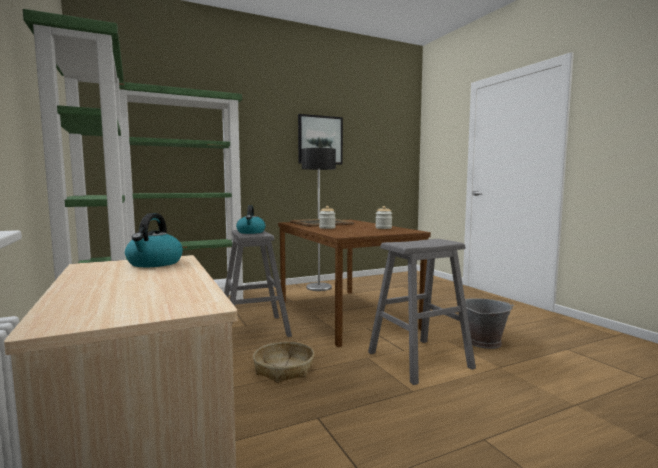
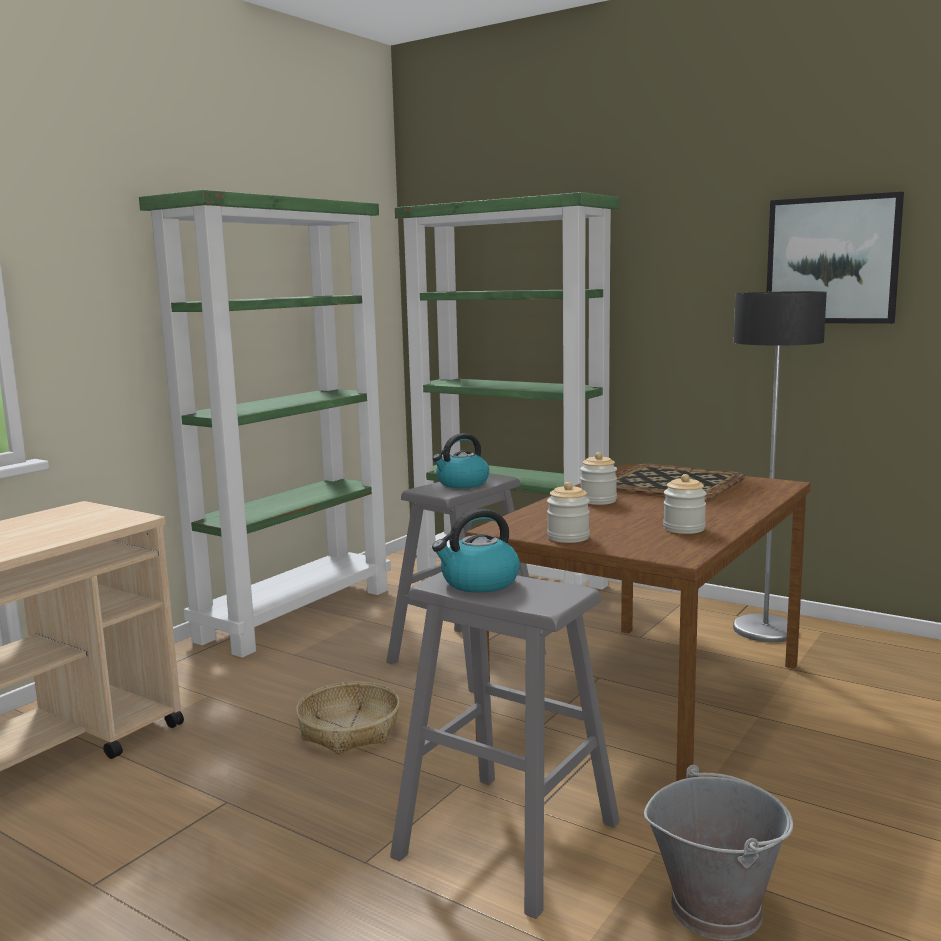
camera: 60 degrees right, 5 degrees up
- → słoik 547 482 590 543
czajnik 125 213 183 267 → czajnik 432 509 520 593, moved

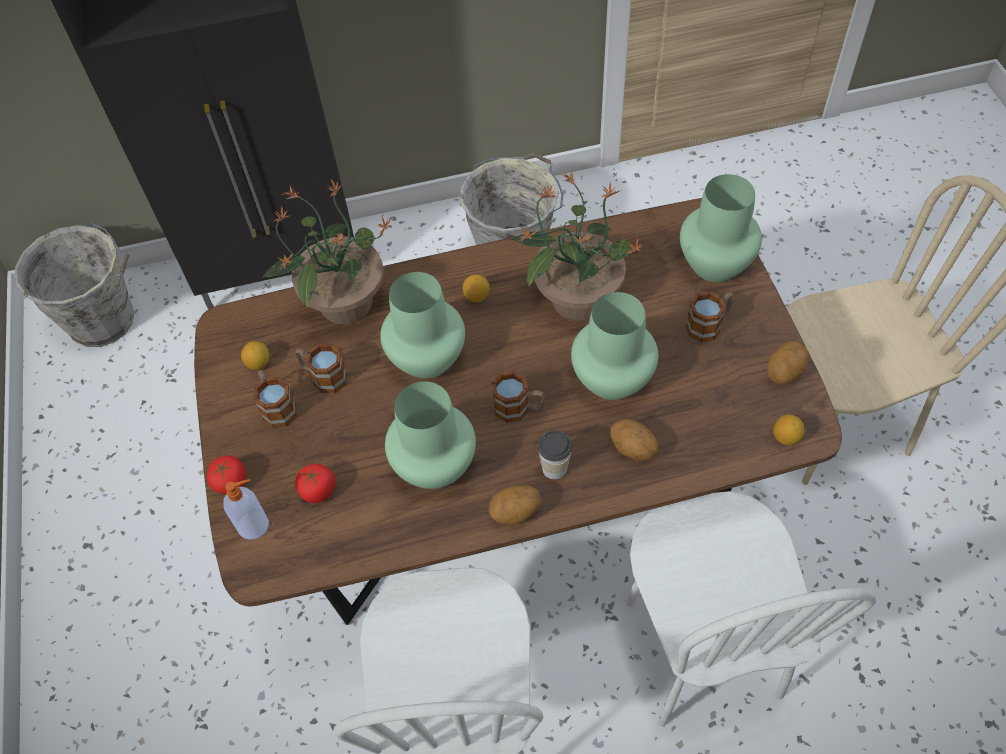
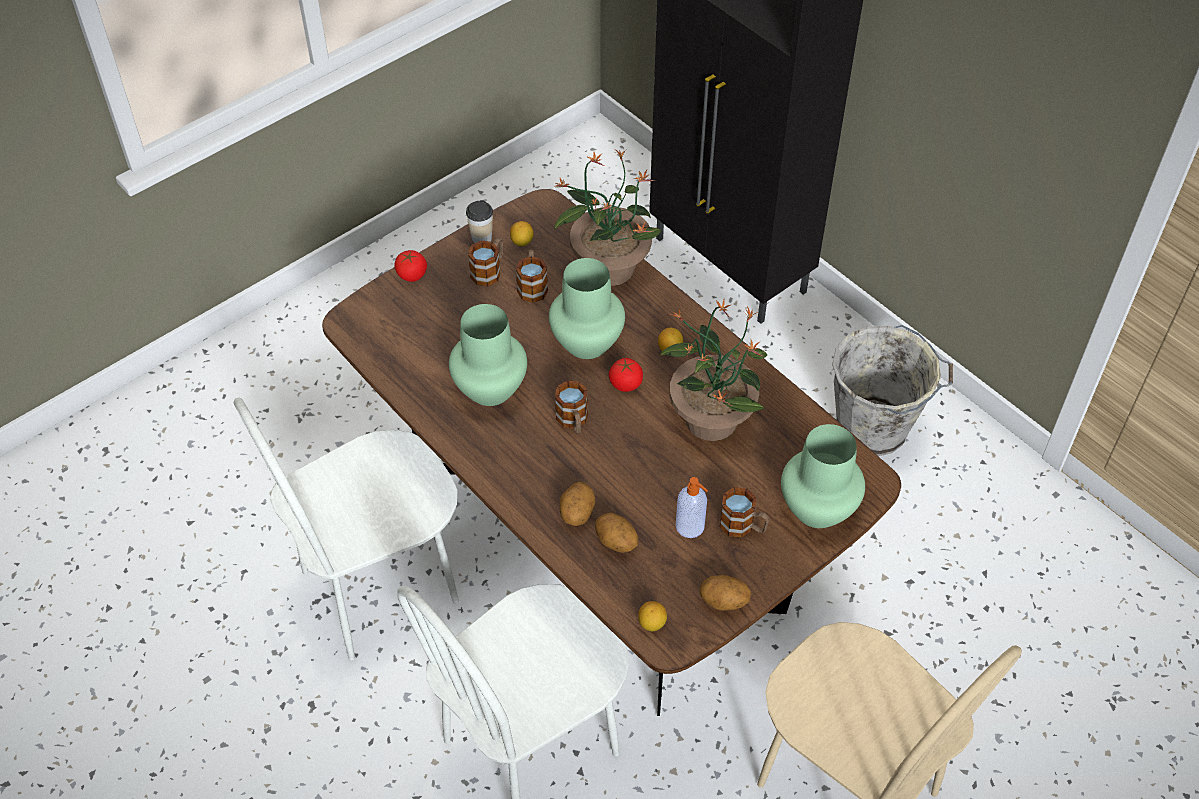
camera: 60 degrees right, 5 degrees down
wiadro (szary) 15 223 134 347 → -
wazon (zielony) 571 292 658 400 → -
dozownik mydła 223 479 269 540 → dozownik mydła 676 477 708 538, moved
pomidor 295 464 336 503 → pomidor 609 358 643 392, moved
ziemniak 488 485 542 525 → ziemniak 595 513 639 553, moved
filiżanka 538 430 572 480 → filiżanka 466 200 493 243, moved

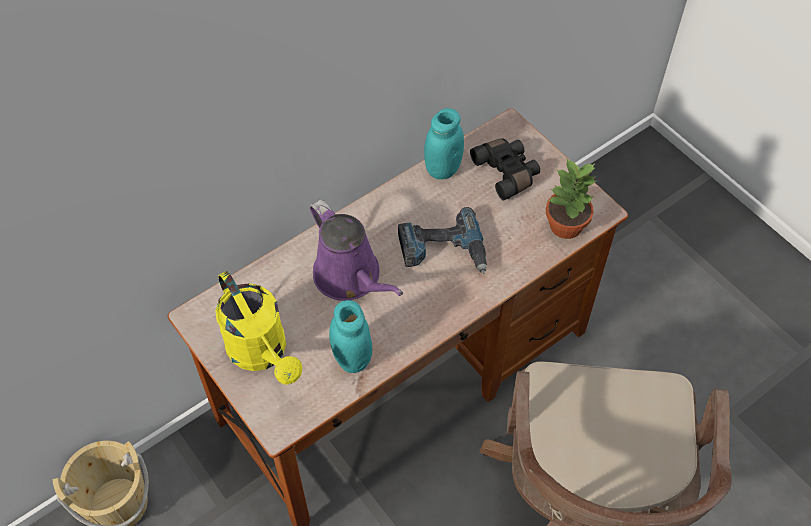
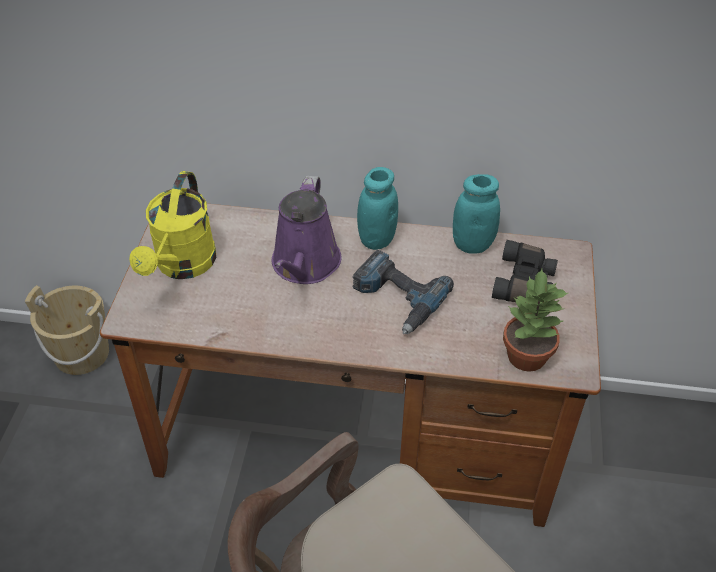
camera: 45 degrees right, 10 degrees down
słoik (turkusowy) 329 300 372 373 → słoik (turkusowy) 357 167 398 250, moved

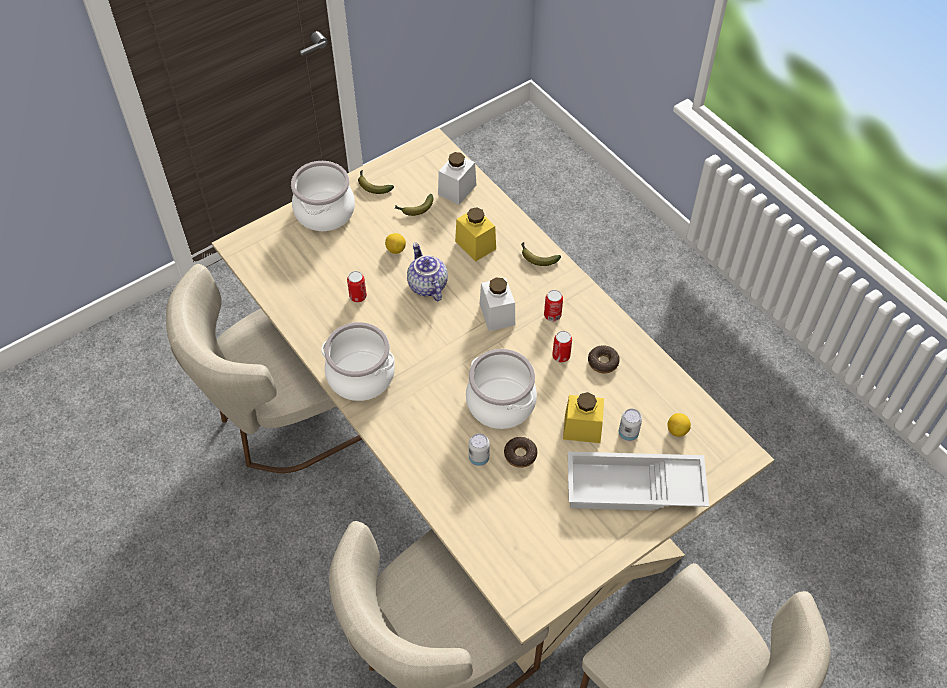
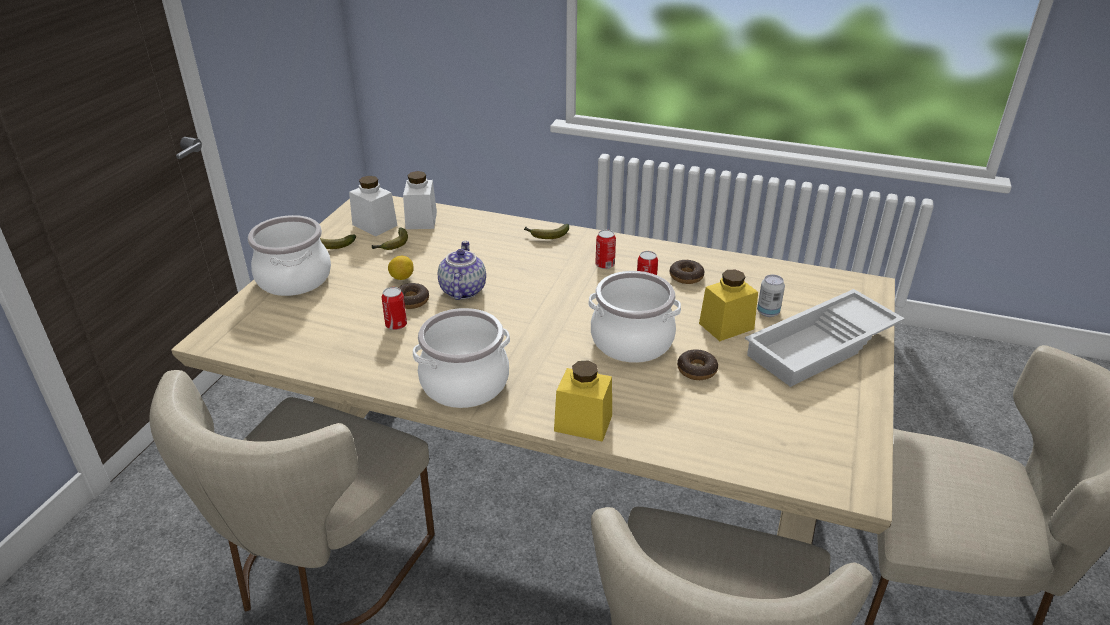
camera: 35 degrees left, 20 degrees down
puszka 469 433 490 466 → -
cytryna 668 413 691 437 → -
- → donut 398 283 429 309
słoik (żółty) 455 207 496 262 → słoik (żółty) 554 361 612 442, moved
słoik (biały) 480 277 515 331 → słoik (biały) 349 176 398 236, moved
imbryk 407 243 448 301 → imbryk 438 241 486 300, 60 degrees clockwise

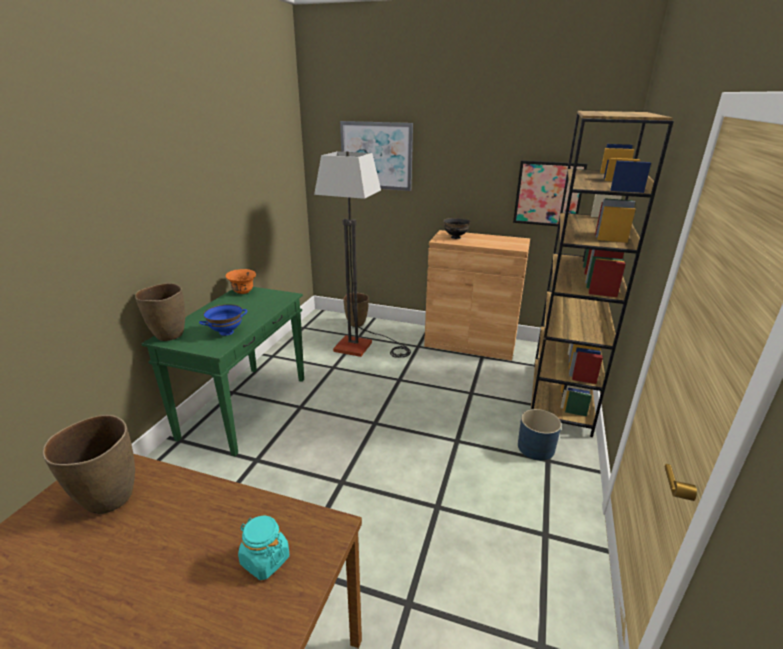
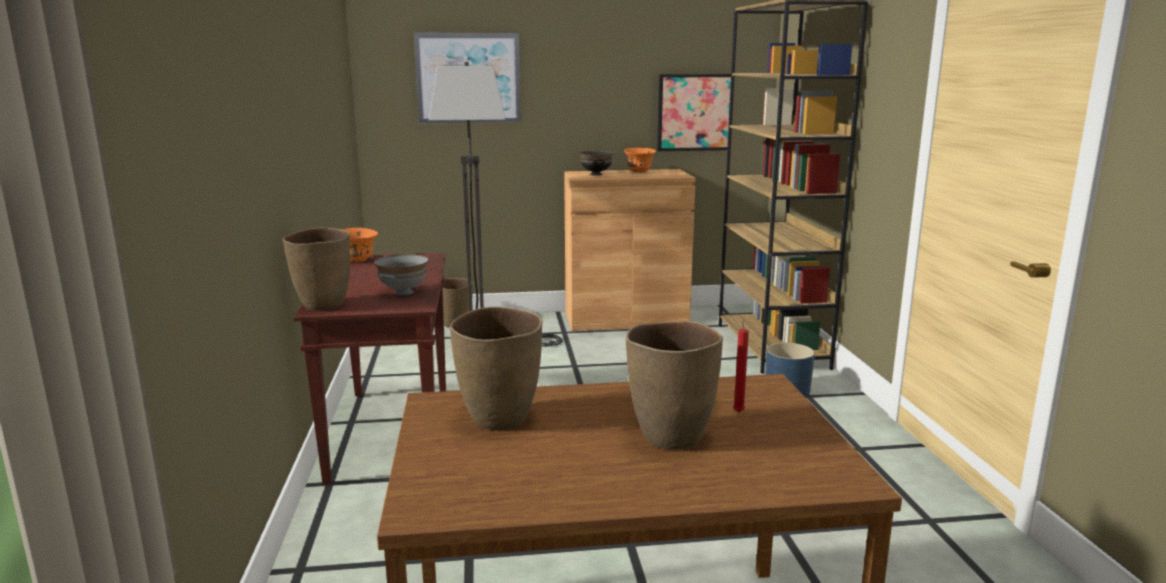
camera: 25 degrees left, 10 degrees down
- → miska (pomarańczowy) 624 148 656 172
- → wazon (brązowy) 626 321 723 450
słoik (turkusowy) 238 516 289 580 → świeca (czerwony) 733 318 749 412
stolik konsolowy (zielony) 141 287 304 456 → stolik konsolowy (brązowy) 293 253 446 485
miska (niebieski) 199 304 247 336 → miska (szary) 374 254 429 295

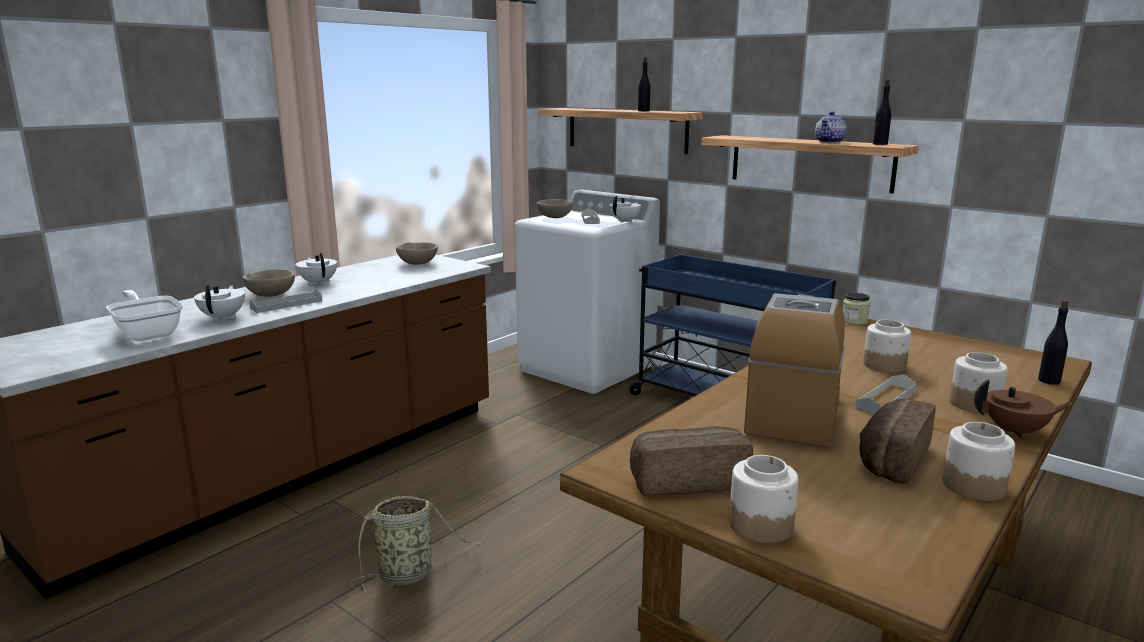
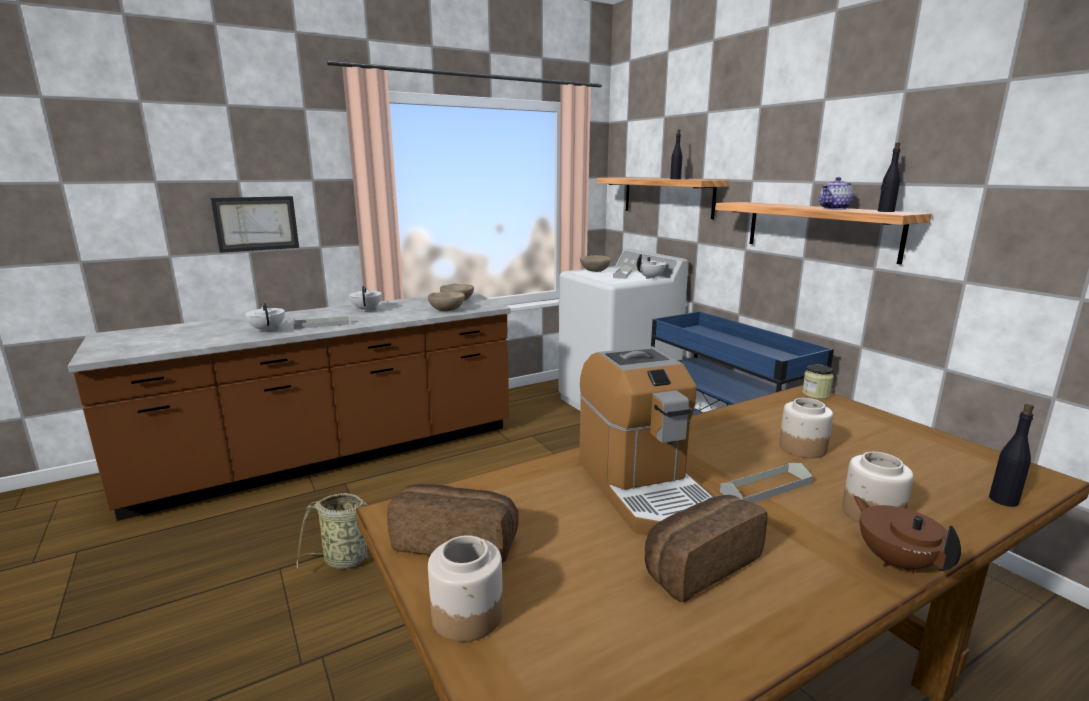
camera: 20 degrees right, 0 degrees up
patelnia 106 290 183 341 → -
słoik 943 422 1015 501 → -
- → obraz 211 196 299 253
miska (beżowy) 242 269 295 297 → miska (beżowy) 428 291 465 311, moved
imbryk (biały) 194 285 245 321 → imbryk (biały) 245 303 285 333, 45 degrees counterclockwise
ekspres do kawy 744 293 845 448 → ekspres do kawy 579 346 713 535, 120 degrees clockwise
imbryk (brązowy) 974 379 1071 439 → imbryk (brązowy) 854 496 961 574, 135 degrees counterclockwise

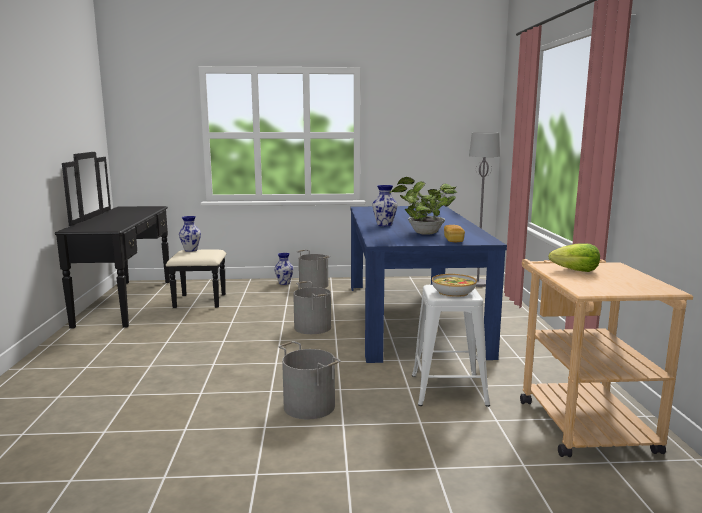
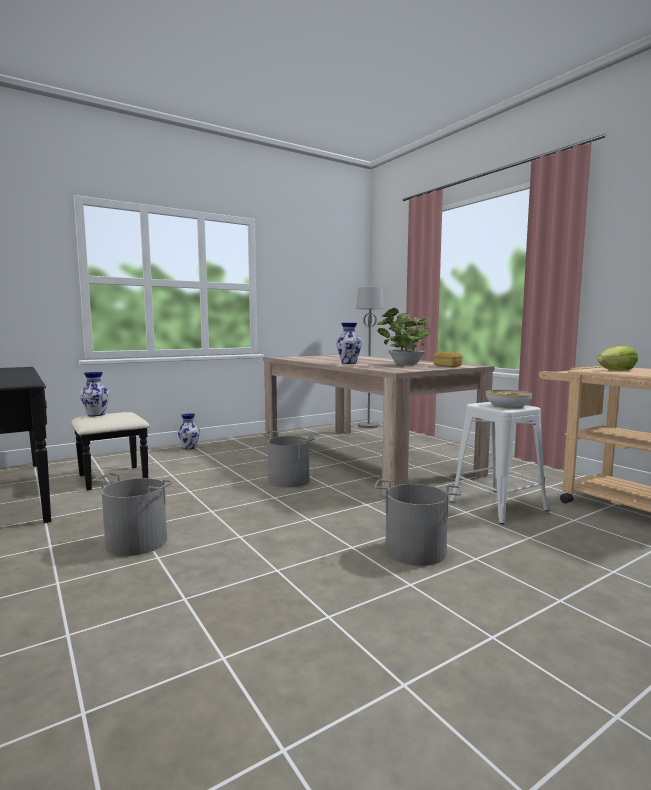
camera: 30 degrees left, 5 degrees down
wiadro (szary) 297 250 330 288 → wiadro (szary) 93 473 174 556, moved
stół jadalny (niebieski) 350 206 507 363 → stół jadalny (beżowy) 263 354 495 496

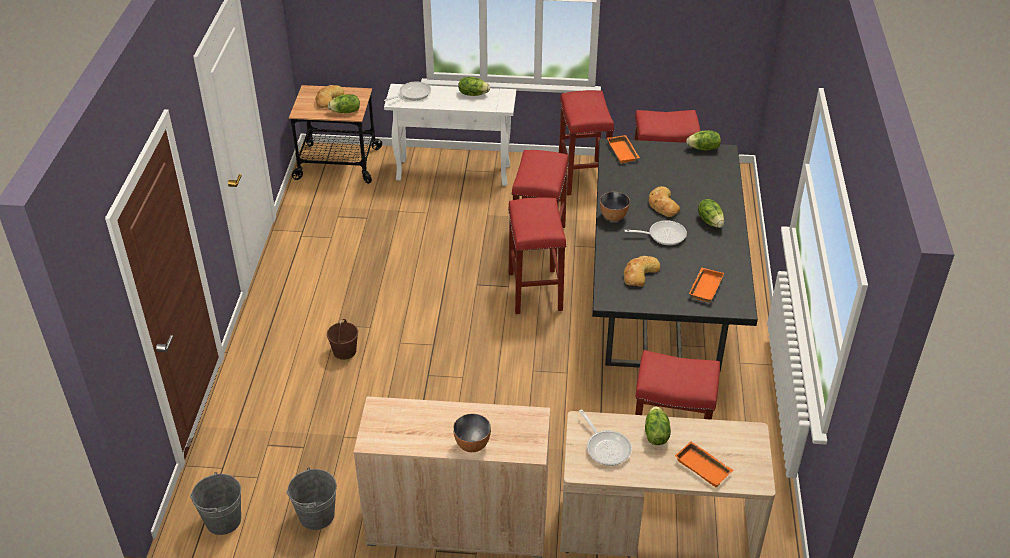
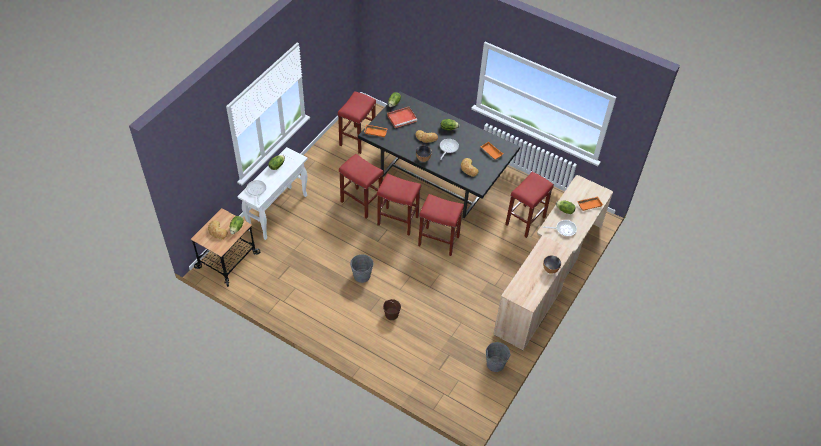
camera: 65 degrees left, 10 degrees up
- → taca (czerwony) 387 107 417 128
wiadro (szary) 190 472 241 535 → wiadro (szary) 350 254 373 283, moved
stołek (czerwony) 559 90 614 196 → stołek (czerwony) 418 194 464 256, moved

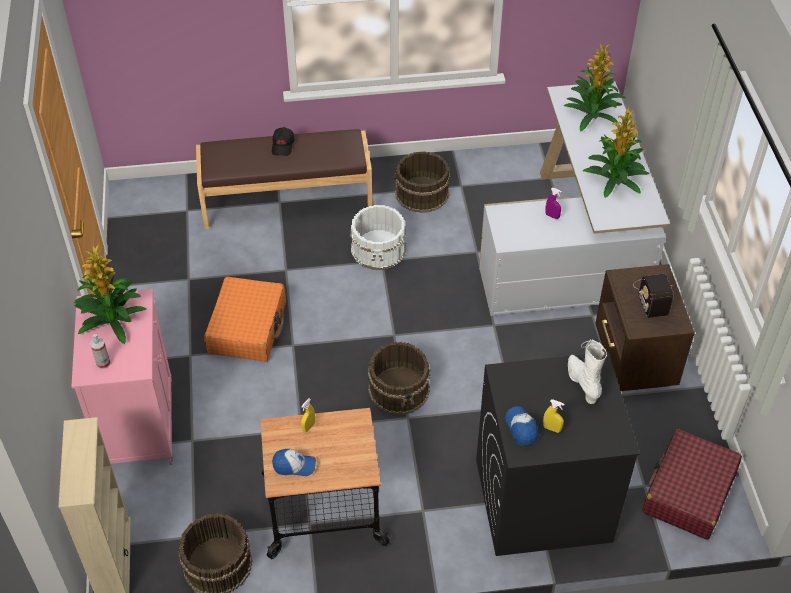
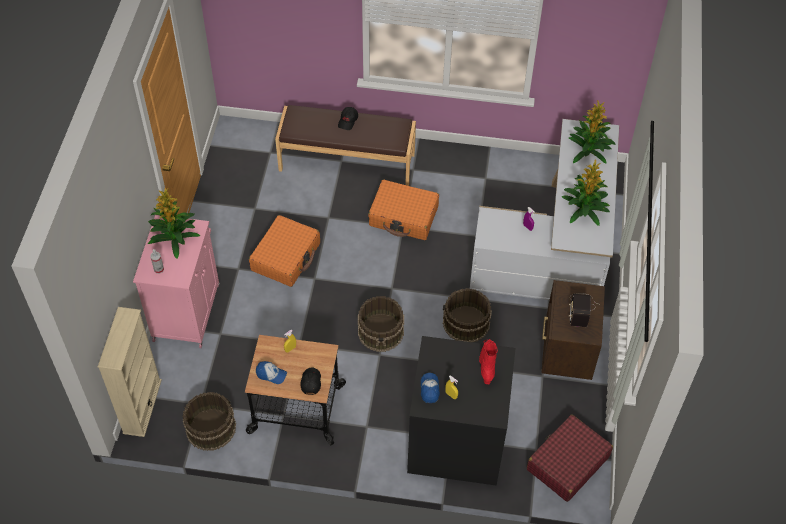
camera: 15 degrees right, 5 degrees up
- → czapka z daszkiem (czarny) 300 368 321 395
wiadro (brązowy) 394 151 450 213 → wiadro (brązowy) 443 288 492 342, moved
wiadro (biały) 350 205 406 270 → walizka (pomarańczowy) 368 180 439 240
but z cholewką (biały) 568 339 607 404 → but z cholewką (czerwony) 479 339 498 384

